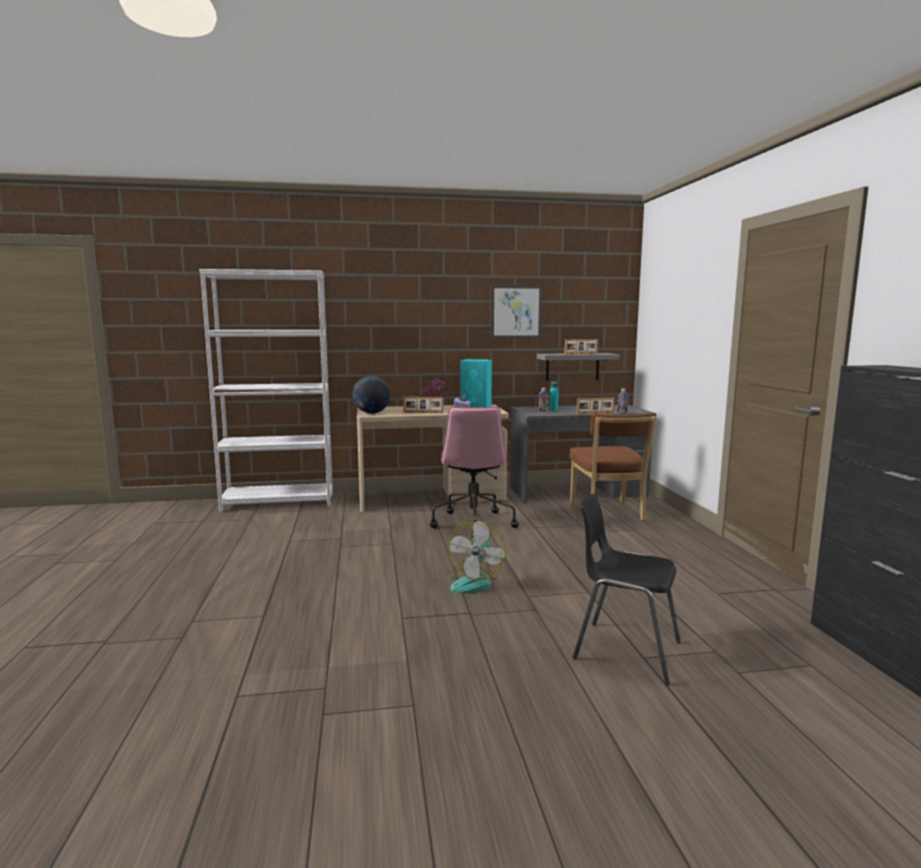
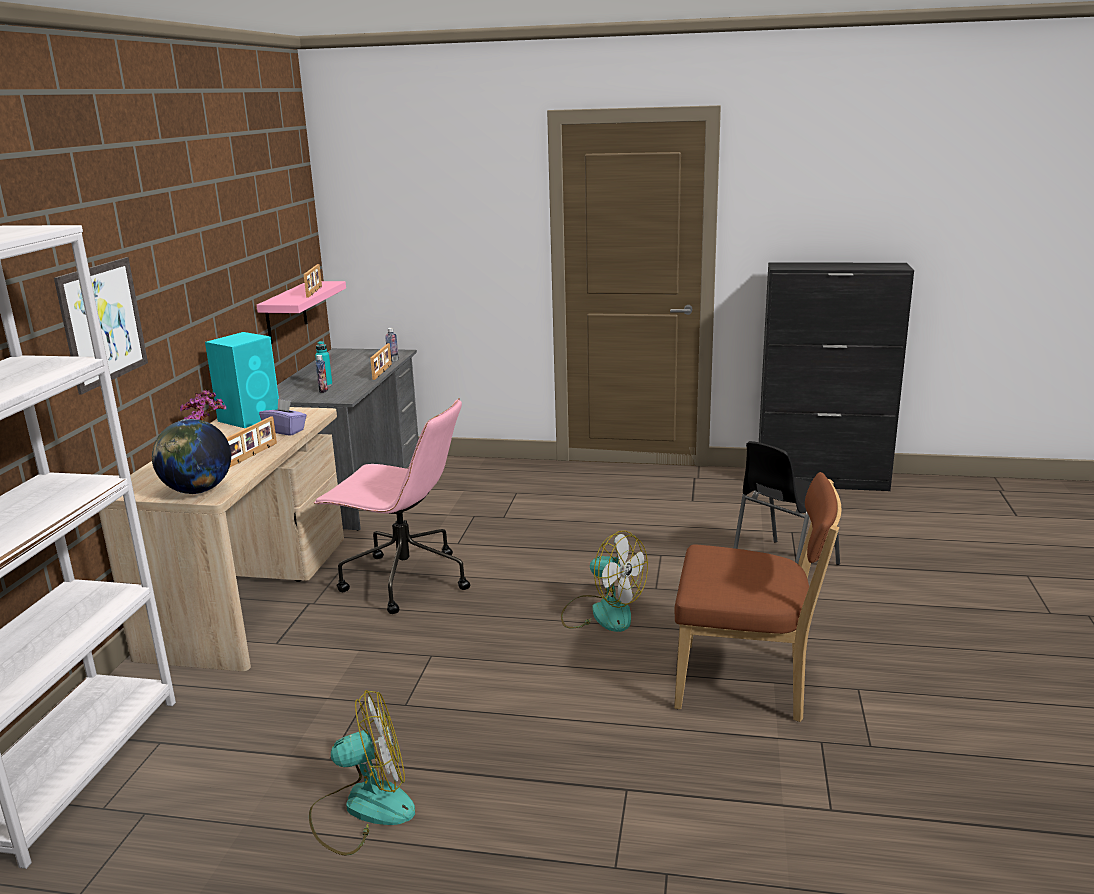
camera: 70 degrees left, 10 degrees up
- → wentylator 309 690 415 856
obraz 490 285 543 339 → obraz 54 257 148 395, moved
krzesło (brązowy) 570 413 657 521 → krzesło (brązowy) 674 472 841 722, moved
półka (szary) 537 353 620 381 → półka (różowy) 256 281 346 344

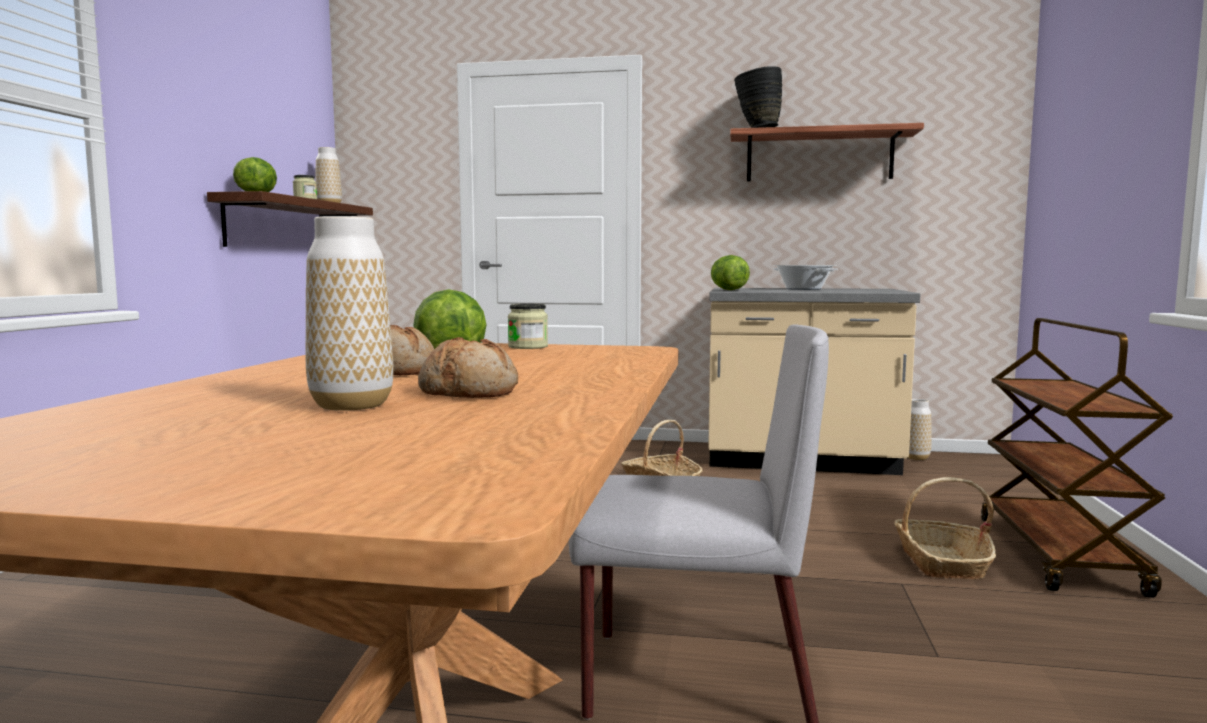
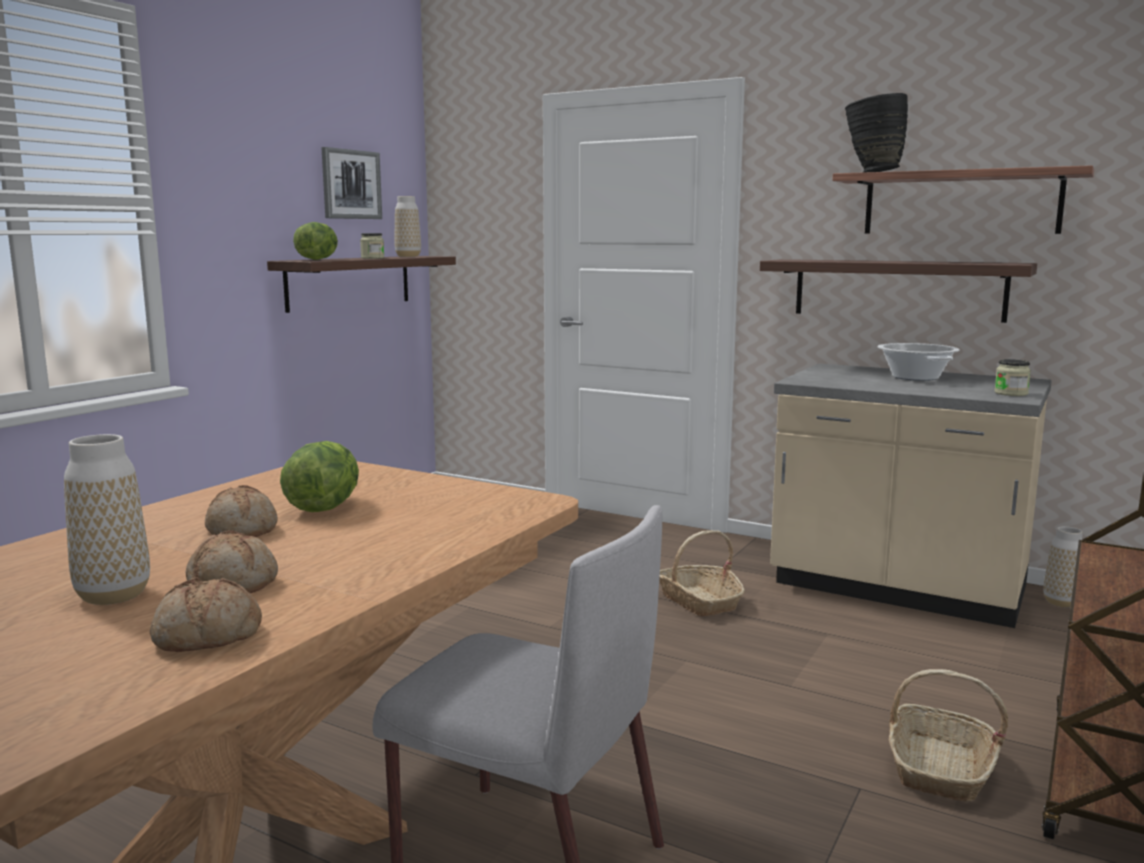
camera: 20 degrees right, 5 degrees up
sałata 711 255 750 290 → -
- → chleb 149 577 262 652
- → obraz 322 147 382 219
- → półka 760 259 1037 323
słoik 508 304 548 349 → słoik 994 359 1031 396, moved

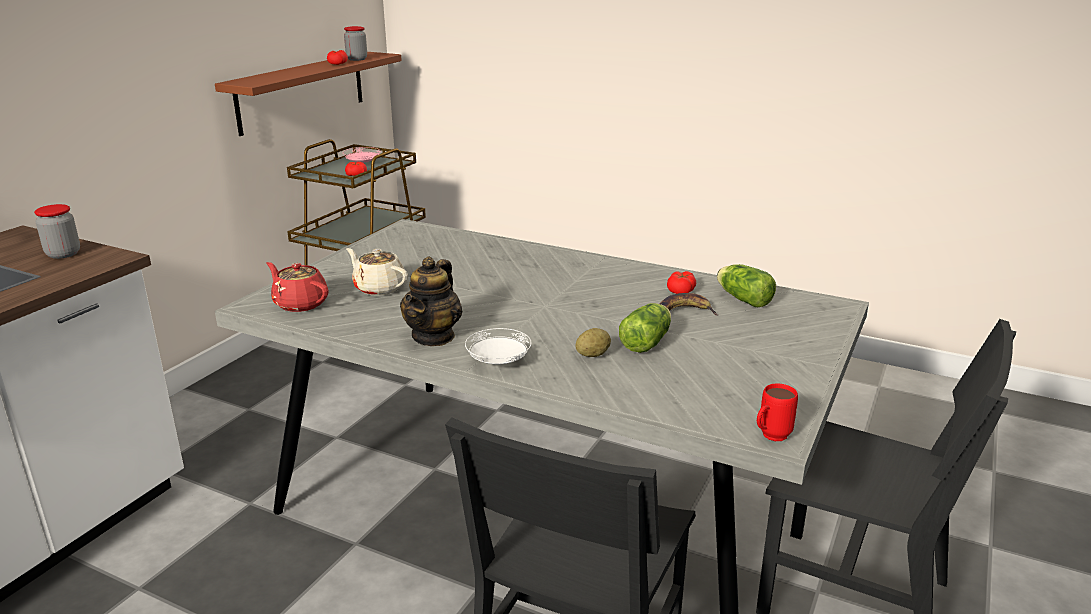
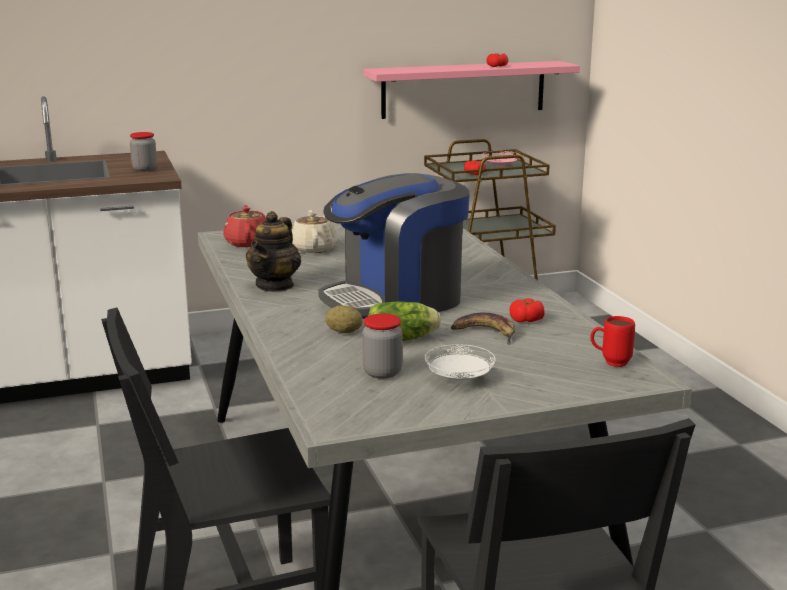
camera: 45 degrees right, 5 degrees down
sałata 717 264 776 307 → -
- → ekspres do kawy 318 173 470 319
słoik 344 26 367 61 → słoik 362 313 403 379, moved
talerz (biały) 465 328 532 365 → talerz (biały) 425 344 496 380, moved
kubek (czerwony) 757 383 798 441 → kubek (czerwony) 591 316 635 367, moved
półka (brązowy) 215 52 402 136 → półka (różowy) 363 61 580 119
imbryk 400 256 463 346 → imbryk 246 211 301 292, 45 degrees counterclockwise

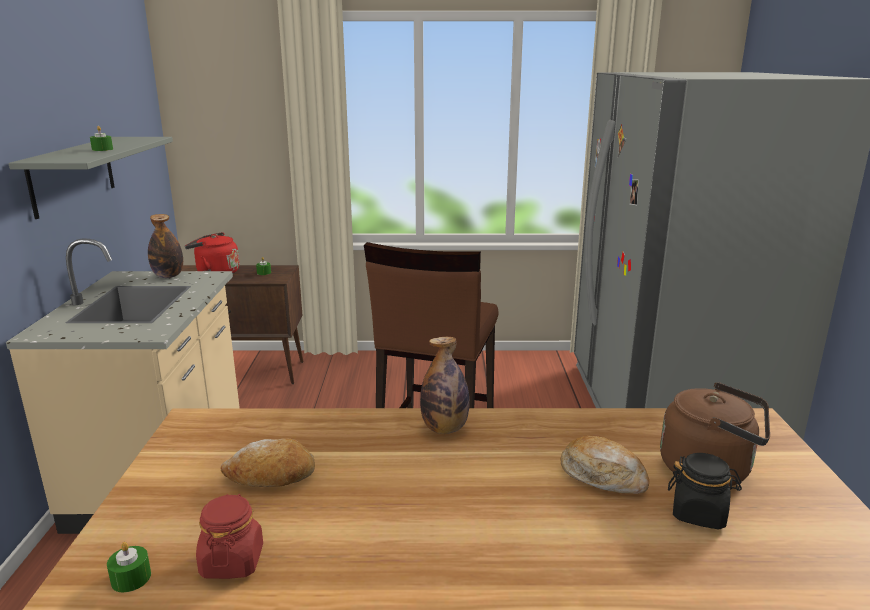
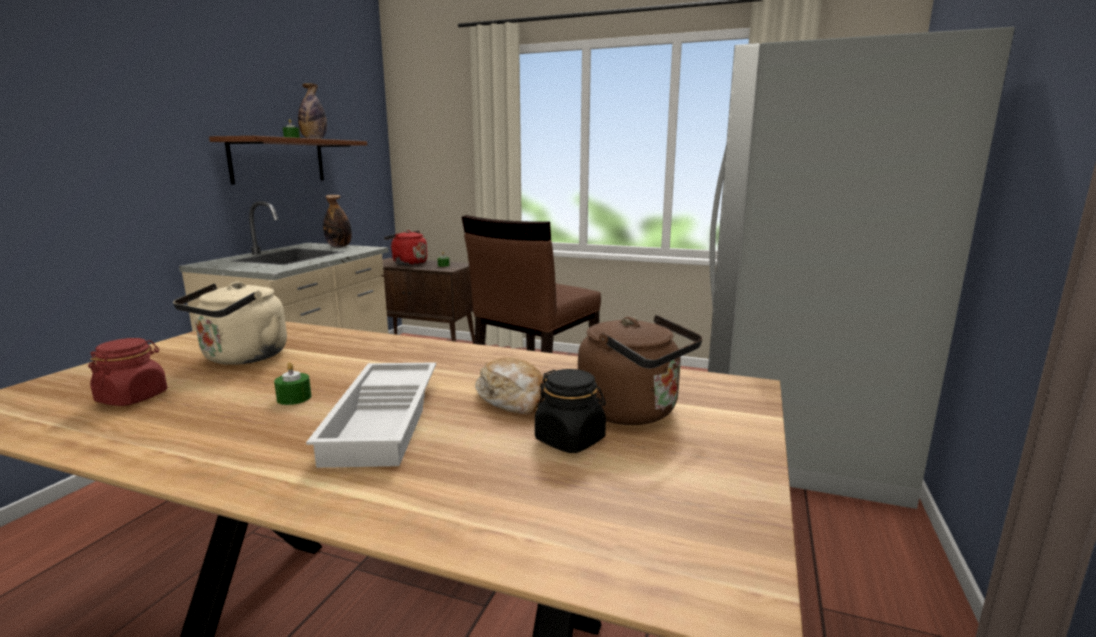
camera: 20 degrees right, 5 degrees down
- → taca (biały) 306 362 436 468
świeca (zielony) 107 542 151 592 → świeca (zielony) 274 362 311 405, moved
butelka 420 337 470 434 → butelka 298 83 327 139, moved
chleb 220 438 315 487 → czajnik (beżowy) 173 282 287 365
półka (szary) 8 137 173 219 → półka (brązowy) 209 136 367 184

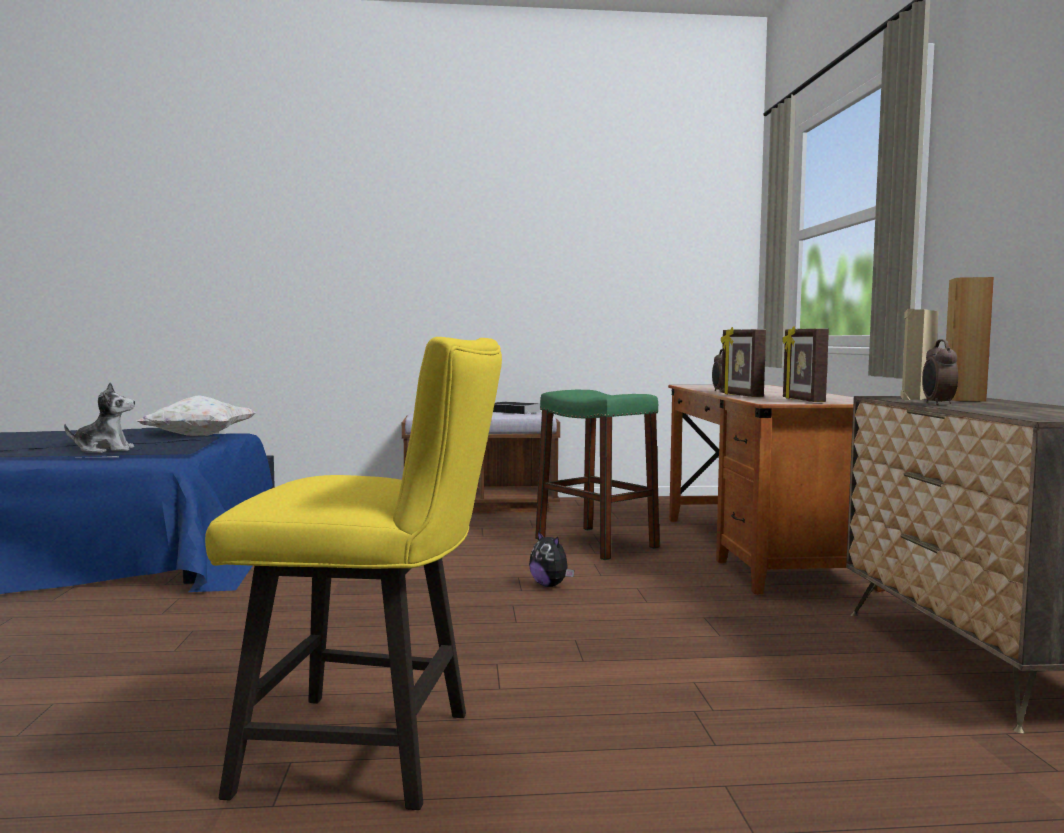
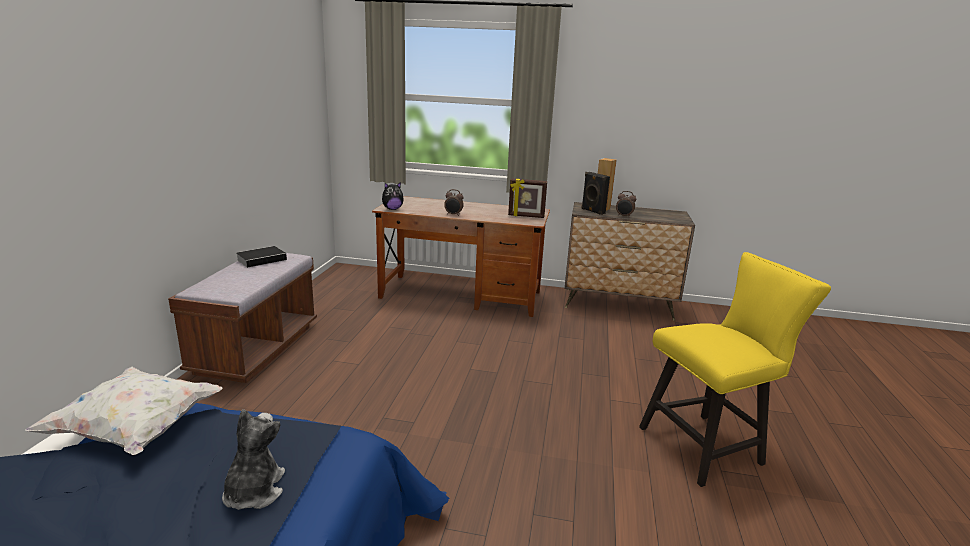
camera: 75 degrees left, 15 degrees up
stołek (zielony) 535 390 660 560 → -
ramka na zdjęcie 721 327 766 397 → -
pluszak 529 530 574 587 → pluszak 382 182 404 210, moved
głośnik (beżowy) 900 309 939 400 → głośnik (czarny) 581 172 610 215
krzesło (żółty) 205 337 502 810 → krzesło (żółty) 639 252 831 487, 45 degrees clockwise

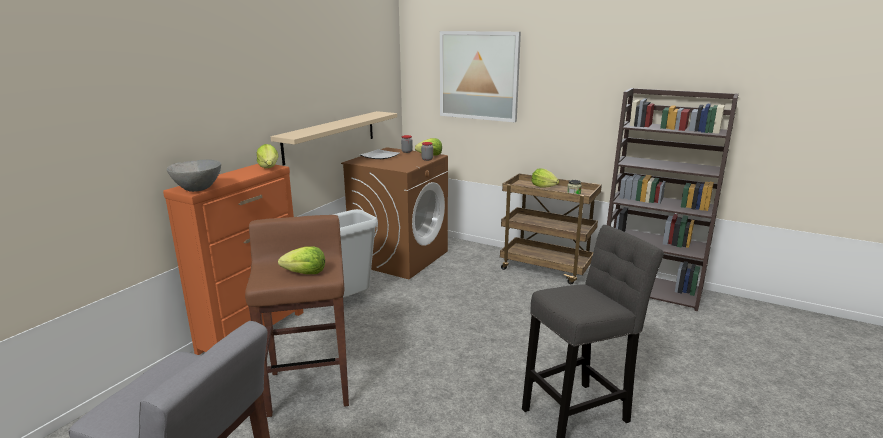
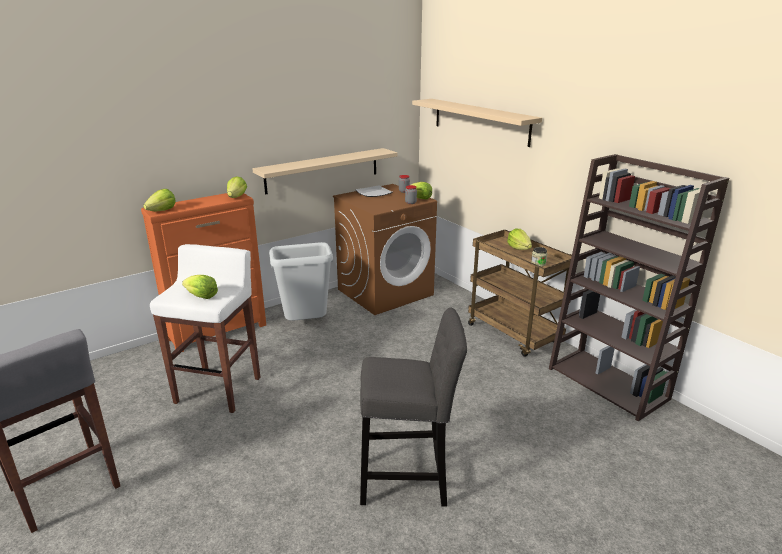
camera: 25 degrees right, 5 degrees up
miska (szary) 166 160 221 192 → sałata 143 189 176 211
obraz 440 31 521 122 → półka (beżowy) 412 99 542 147
stołek (brązowy) 245 215 349 417 → stołek (biały) 150 244 260 413

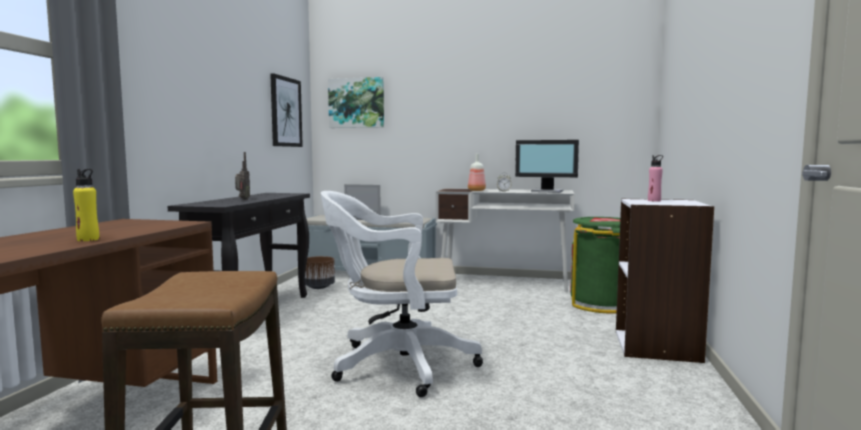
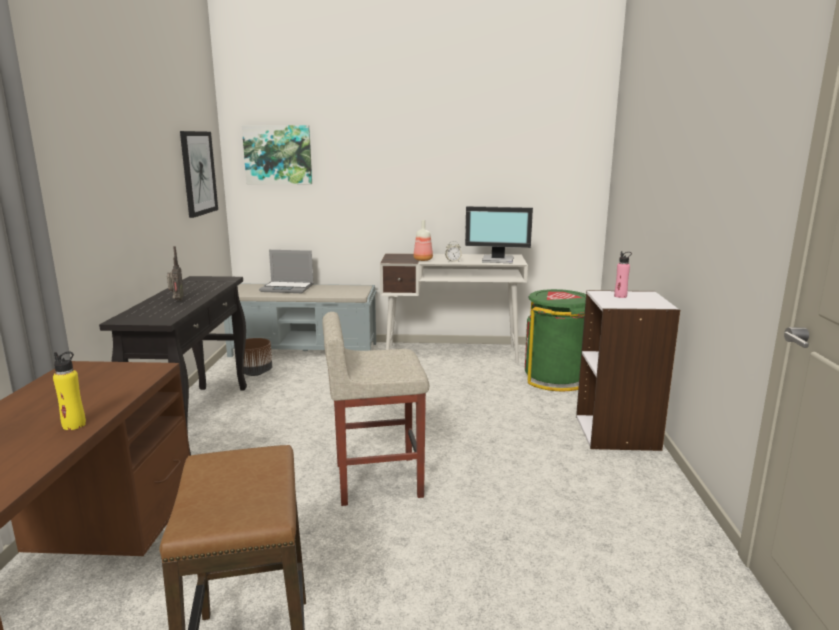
camera: 10 degrees left, 10 degrees up
krzesło biurowe (biały) 321 191 483 397 → stołek (beżowy) 322 312 429 506

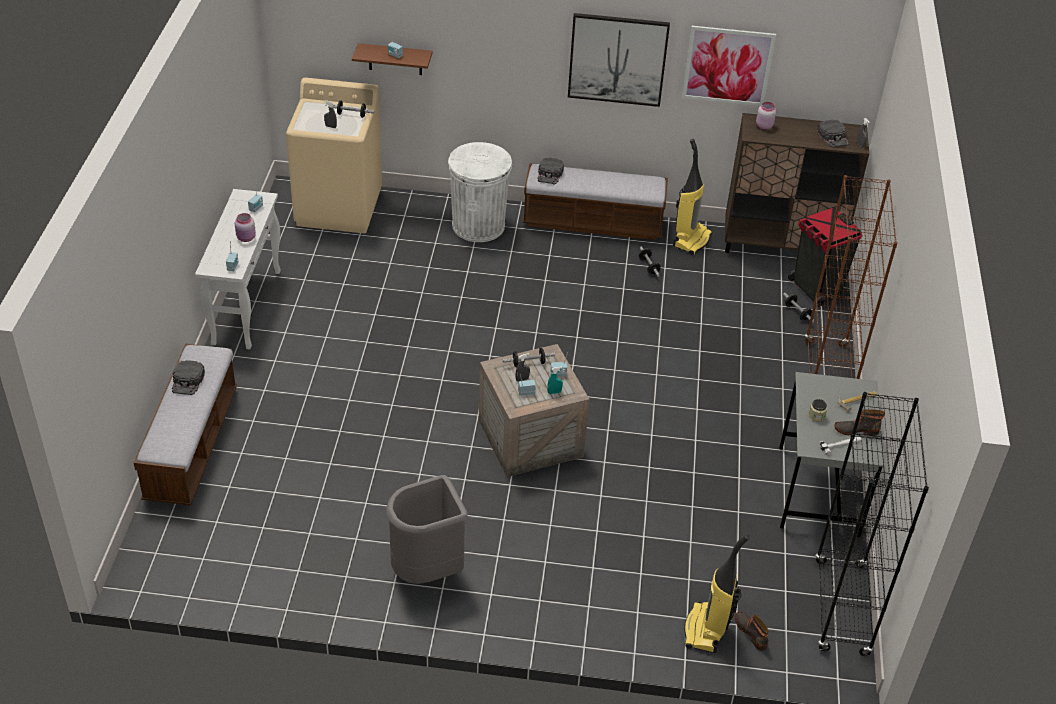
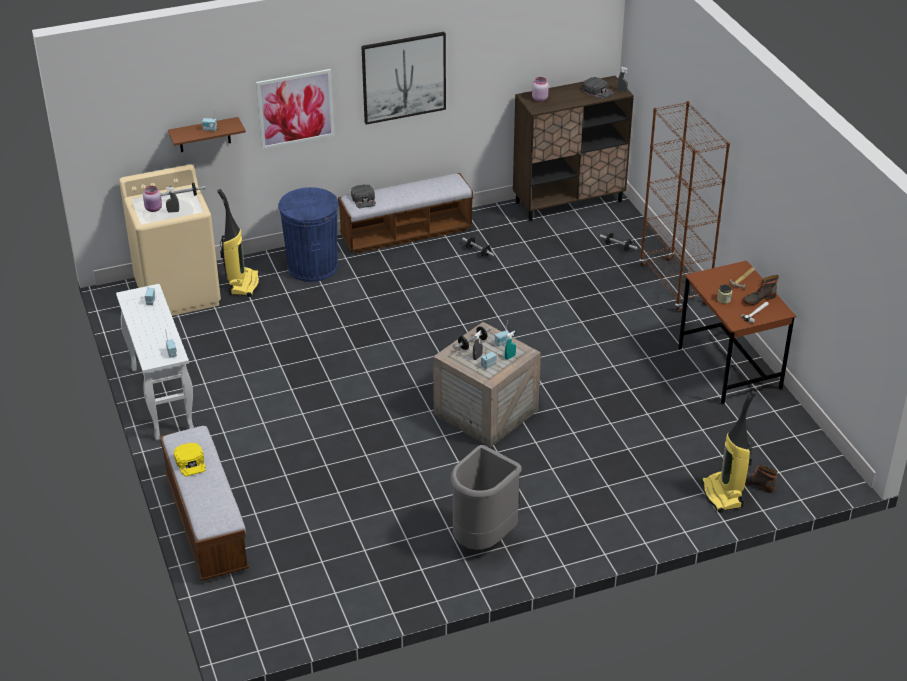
camera: 25 degrees left, 5 degrees down
kosz na śmieci (czarny) 788 208 863 307 → -
regał (czarny) 815 392 929 656 → -
słoik (różowy) 235 213 256 242 → słoik (różowy) 143 186 162 212, moved
odkurzacz 673 139 712 255 → odkurzacz 217 189 259 297, moved
obraz 682 26 776 106 → obraz 256 69 335 150, moved
czapka z daszkiem (czarny) 172 360 205 395 → czapka z daszkiem (żółty) 174 443 206 477
kosz na śmieci (biały) 448 142 512 242 → kosz na śmieci (niebieski) 278 187 339 282
biurko (szary) 779 372 884 538 → biurko (brązowy) 678 261 796 404

